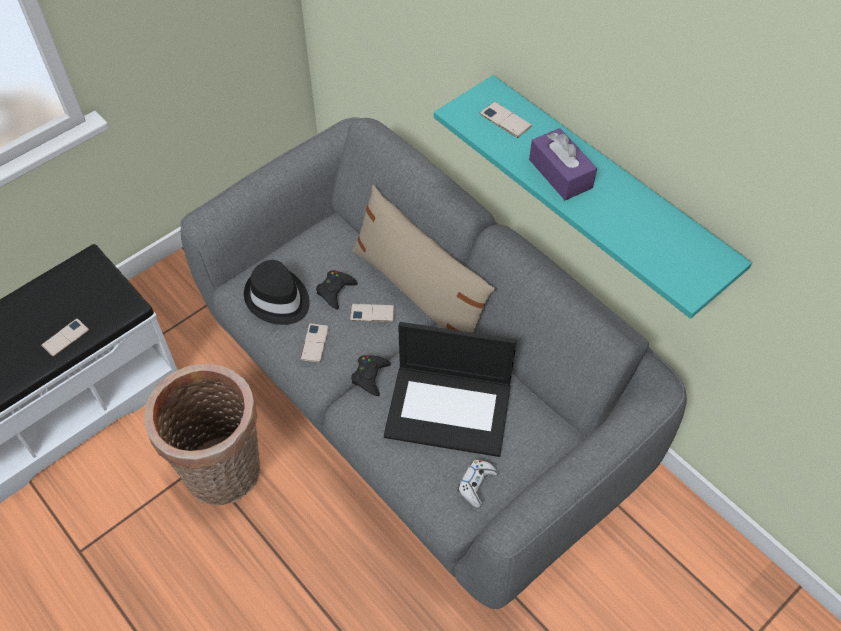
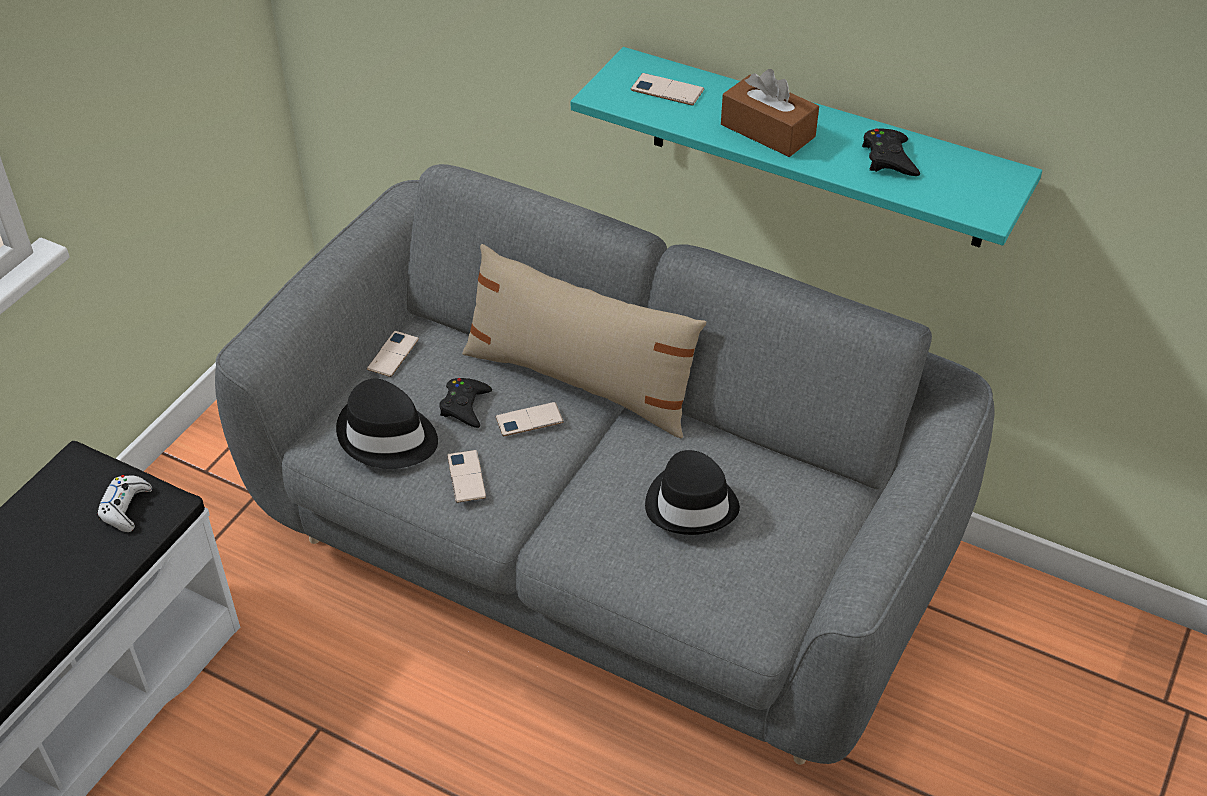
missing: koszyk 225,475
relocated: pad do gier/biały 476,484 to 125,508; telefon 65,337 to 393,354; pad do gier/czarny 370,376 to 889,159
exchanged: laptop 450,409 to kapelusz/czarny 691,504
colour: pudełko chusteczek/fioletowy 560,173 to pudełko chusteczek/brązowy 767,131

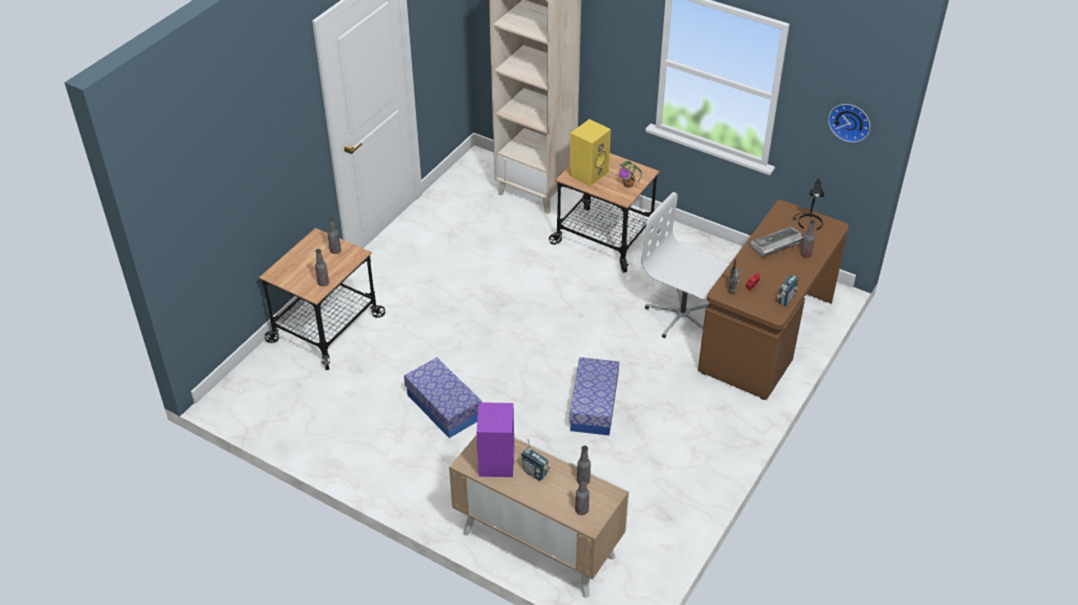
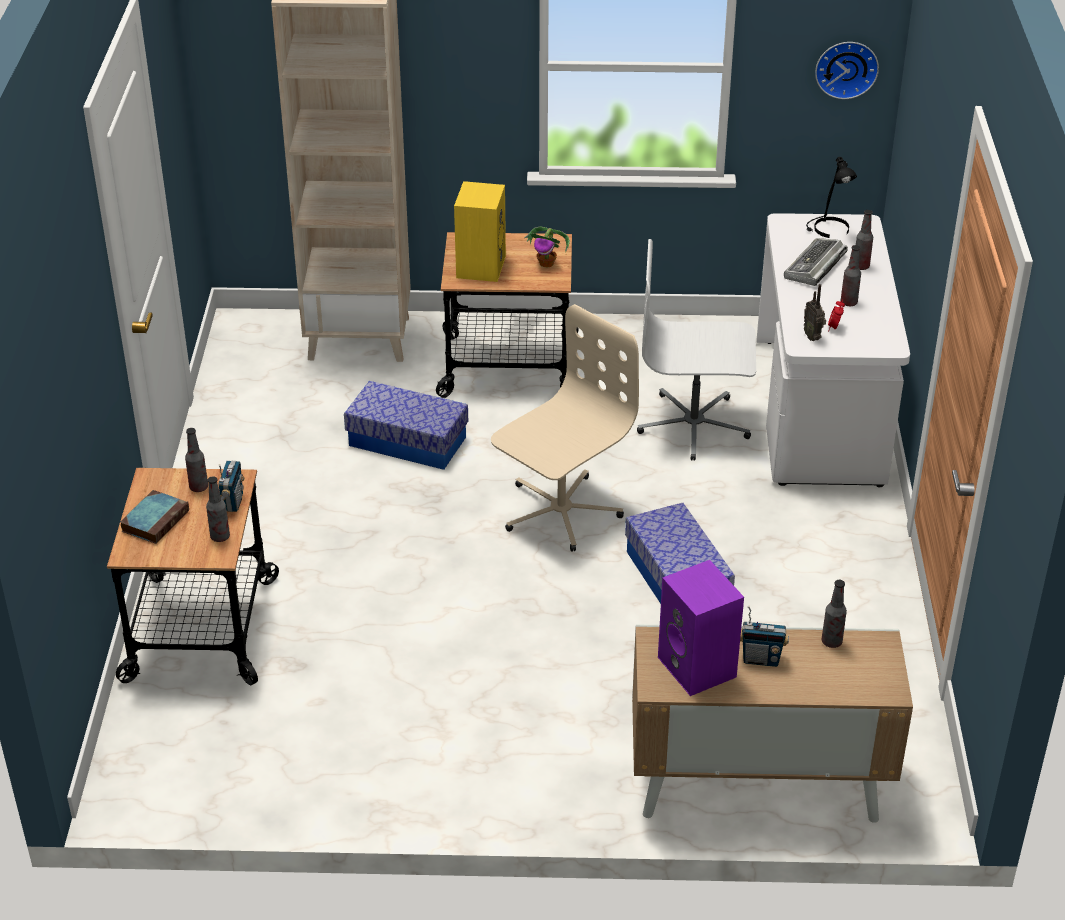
appeared: książka 155,520; krzesło biurowe/beżowy 560,511
relocated: radio 785,300 to 232,502; pojemnik do przechowywania 443,407 to 407,441; butelka 581,510 to 848,302
colour: biurko/brązowy 767,337 to biurko/biały 820,412

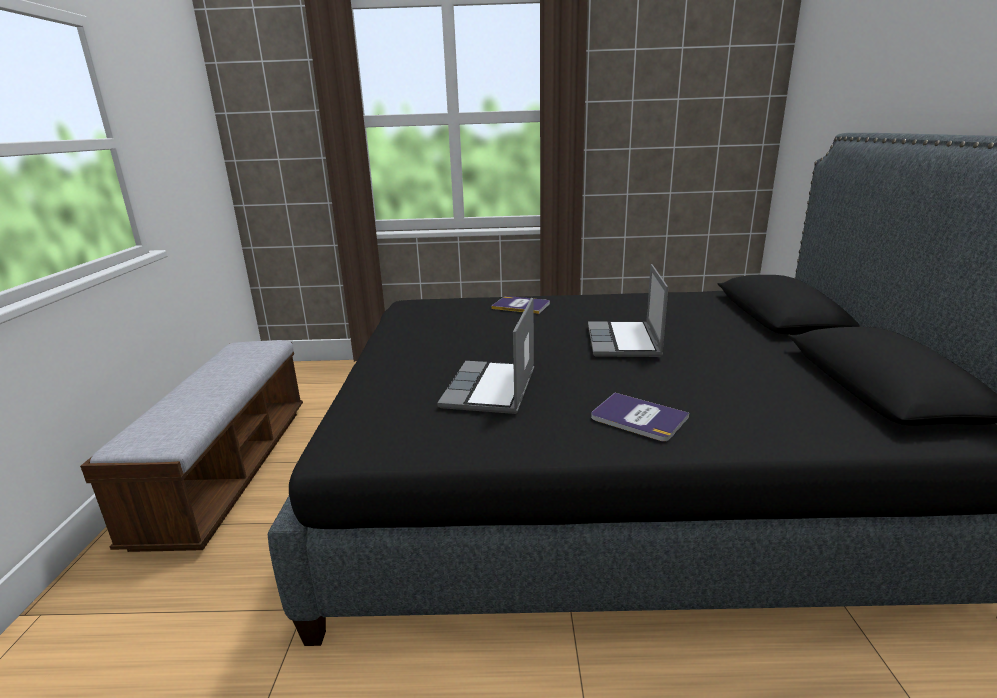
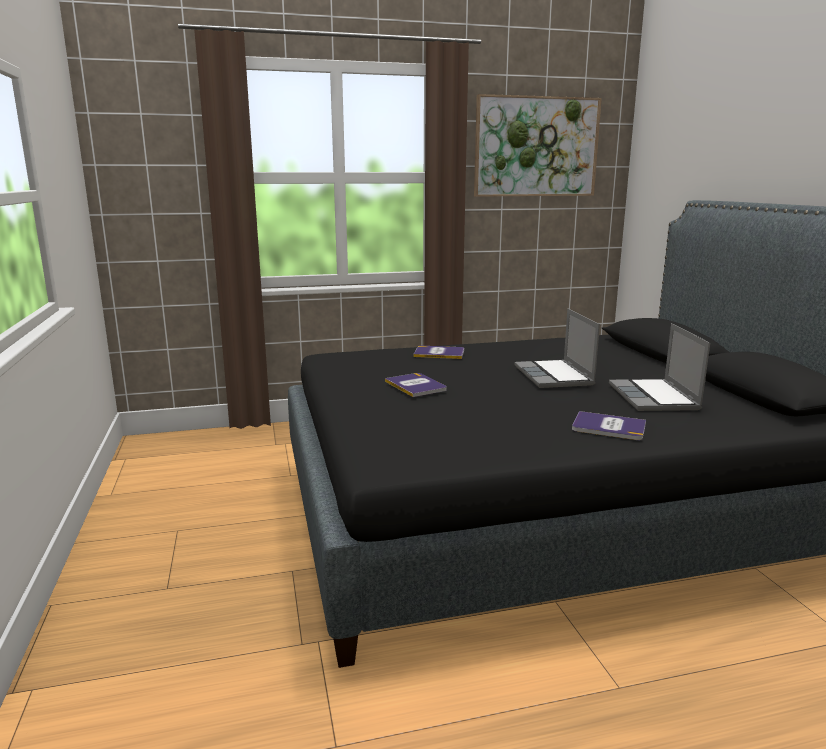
missing: ławka 229,470
appeared: książka 416,386; obraz 536,147
relocated: laptop 491,390 to 654,397

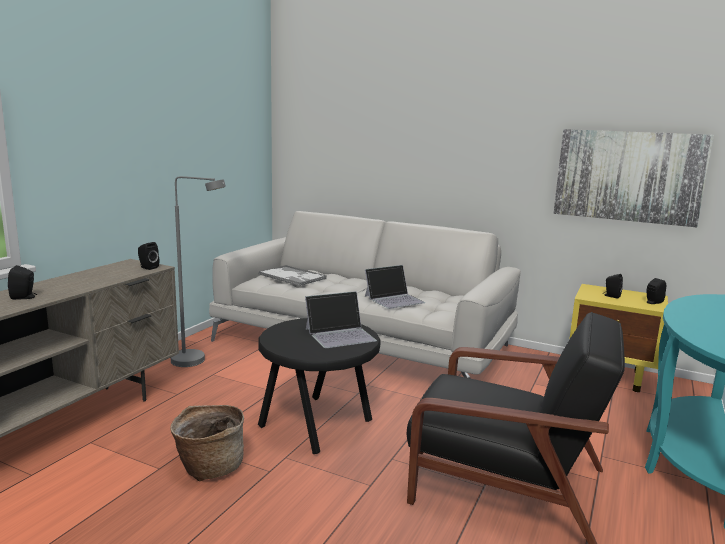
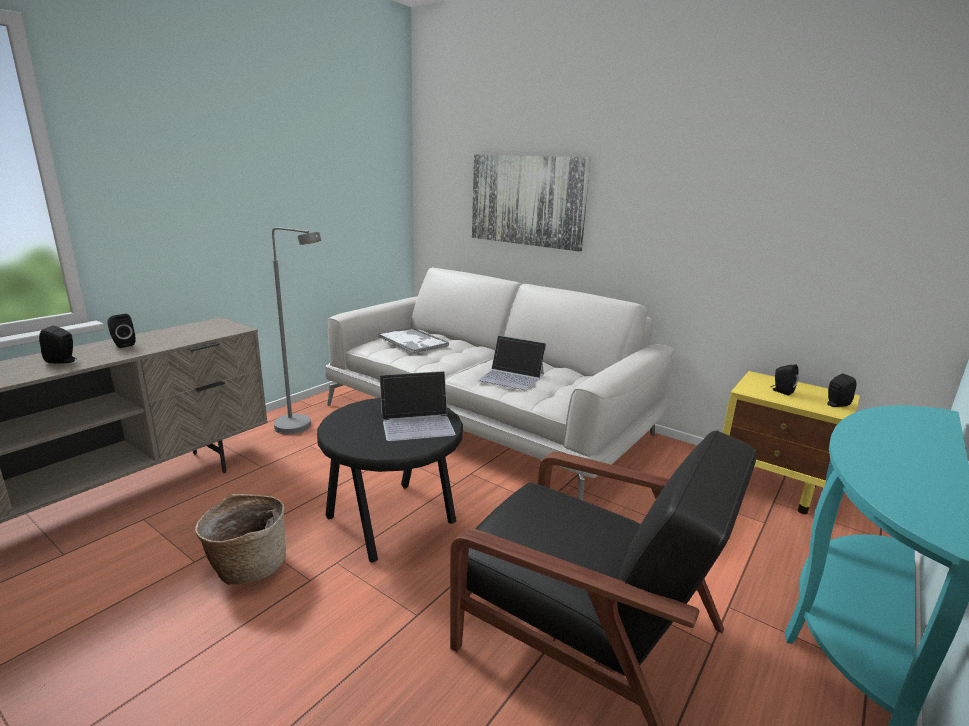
relocated: głośnik/czarny 147,267 to 122,344; obraz 628,176 to 527,200
spun: laptop 394,299 = 511,377 45 degrees clockwise

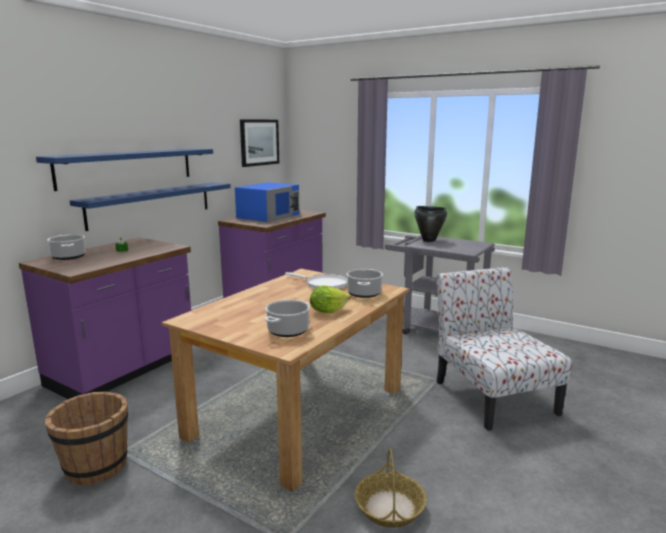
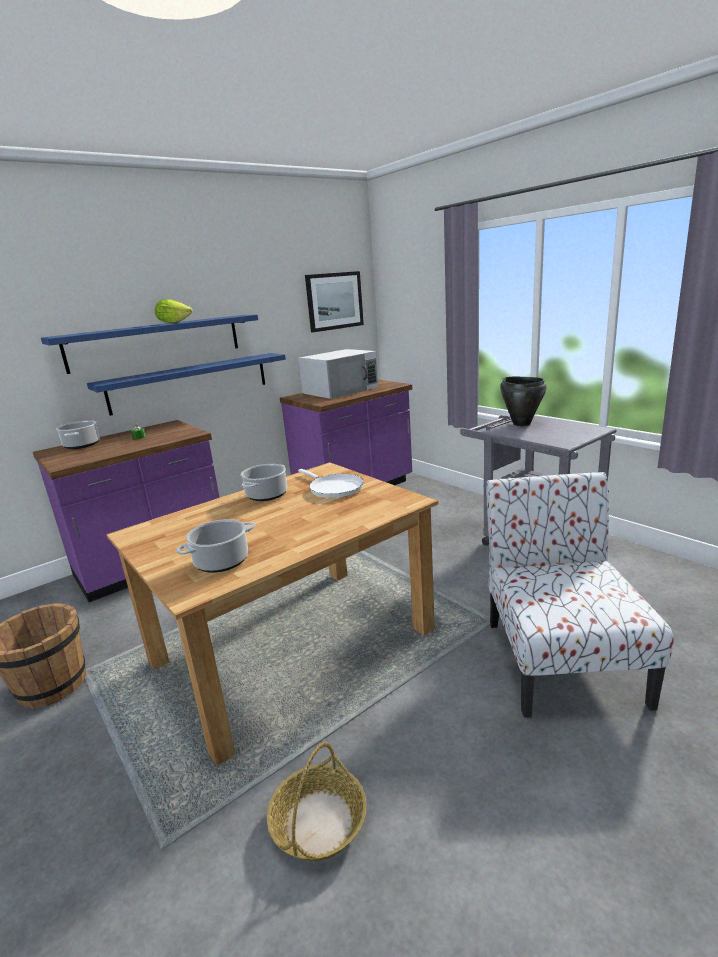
relocated: sałata 327,311 to 173,322; garnek 364,294 to 267,495
colour: mikrofalówka/niebieski 269,216 to mikrofalówka/biały 341,390

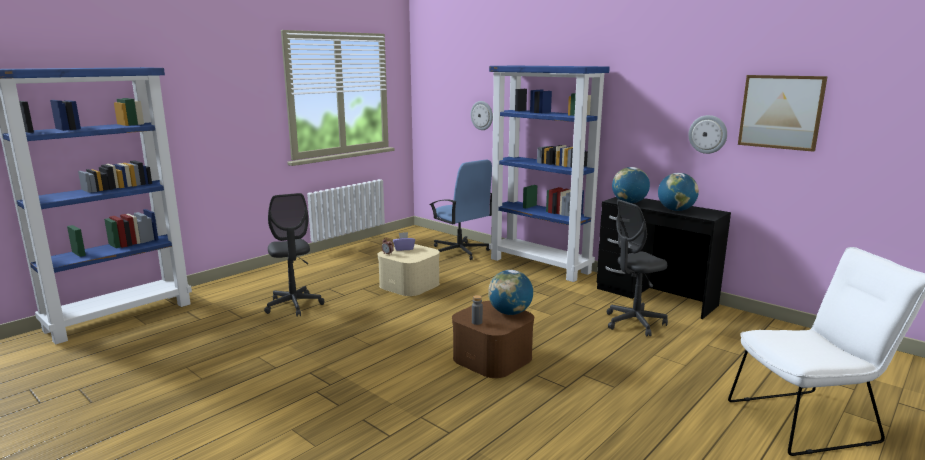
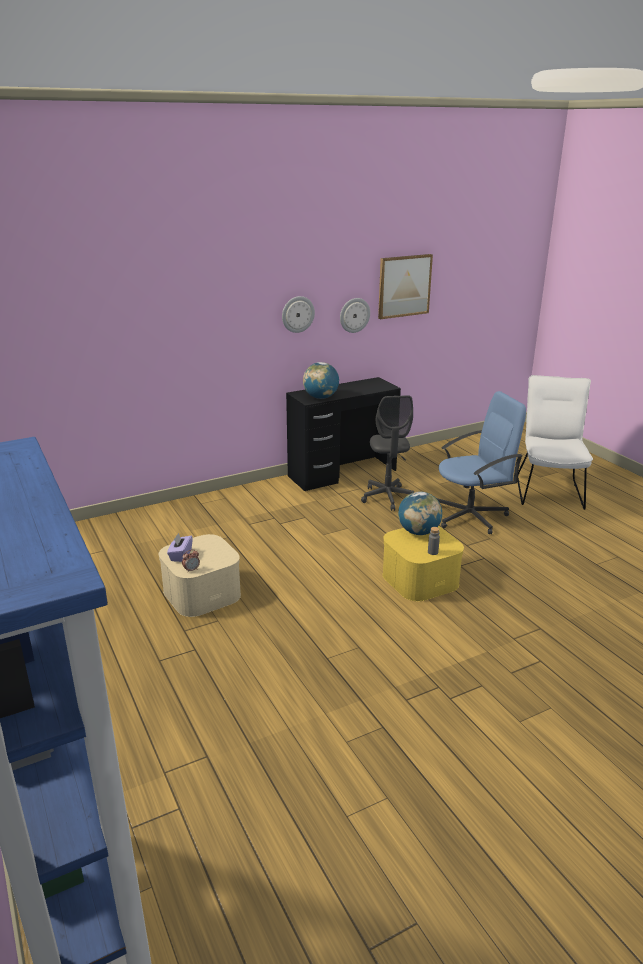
missing: krzesło biurowe/szary 294,305; regał/niebieski 540,265; globus 676,210
relocated: zegar ścienny 482,115 to 297,314; krzesło biurowe/niebieski 460,251 to 471,516
colour: pojemnik do przechowywania/brązowy 492,357 to pojemnik do przechowywania/żółty 420,579

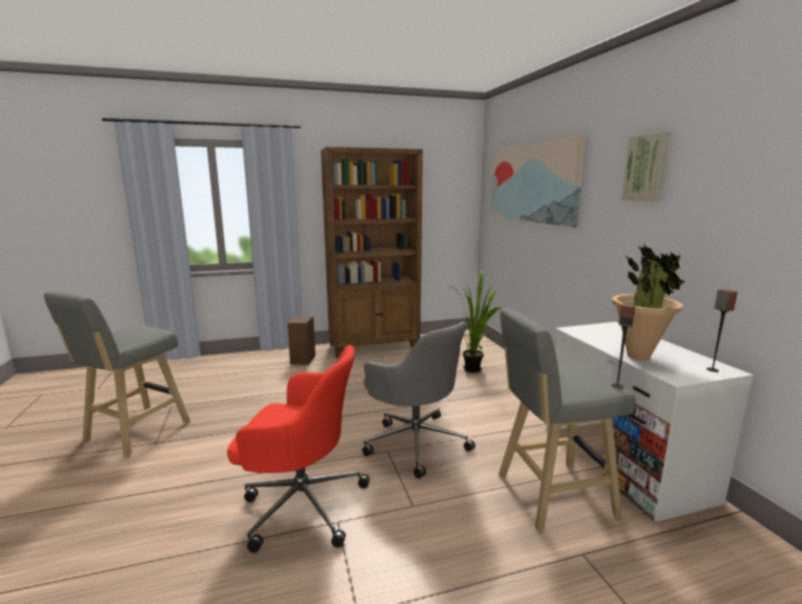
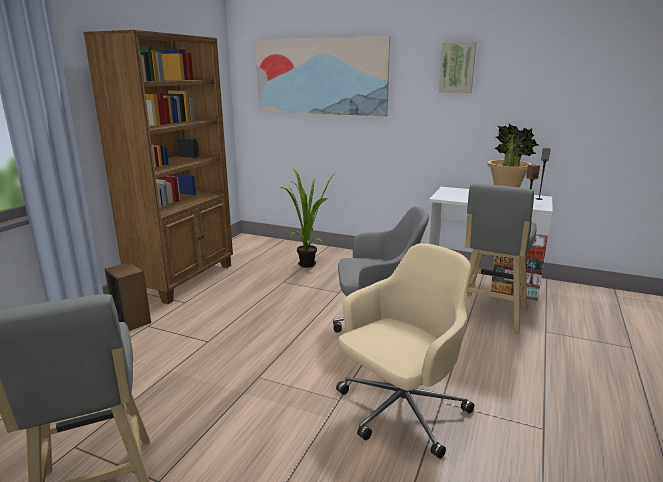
colour: krzesło biurowe/czerwony 301,504 to krzesło biurowe/beżowy 400,411

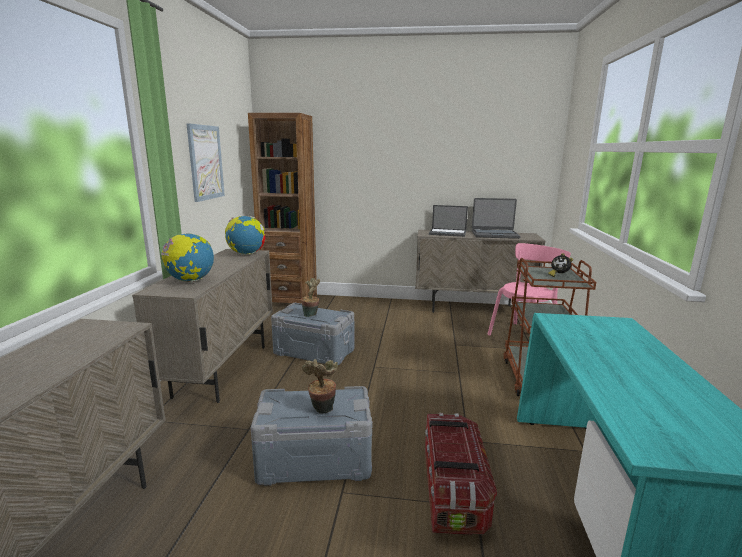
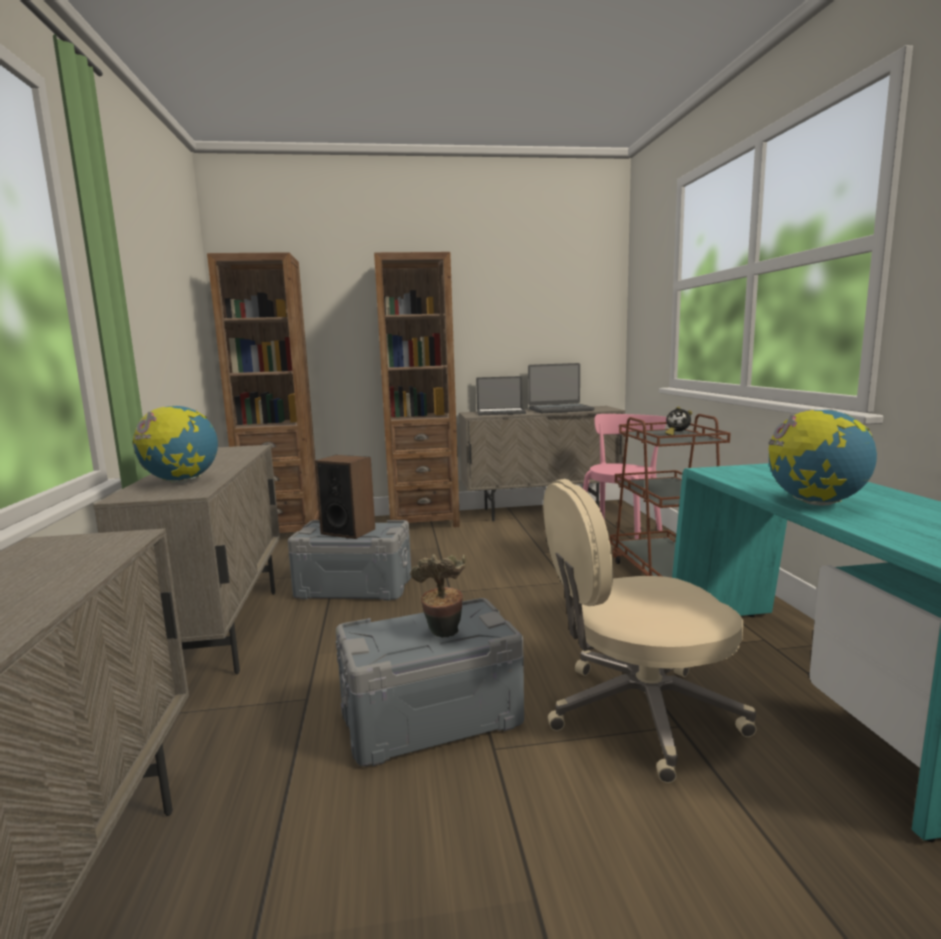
missing: obraz 205,162
appeared: regał/brązowy 423,521
relocated: globus 246,254 to 815,503
exchanged: roślina doniczkowa 311,315 to głośnik 348,531; pojemnik do przechowywania 453,490 to krzesło biurowe/beżowy 639,714

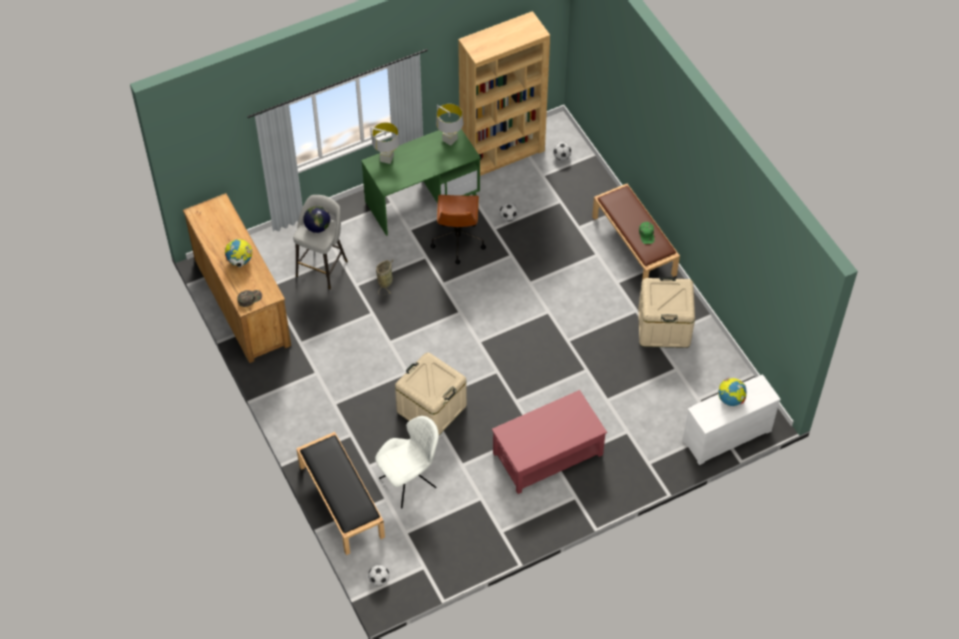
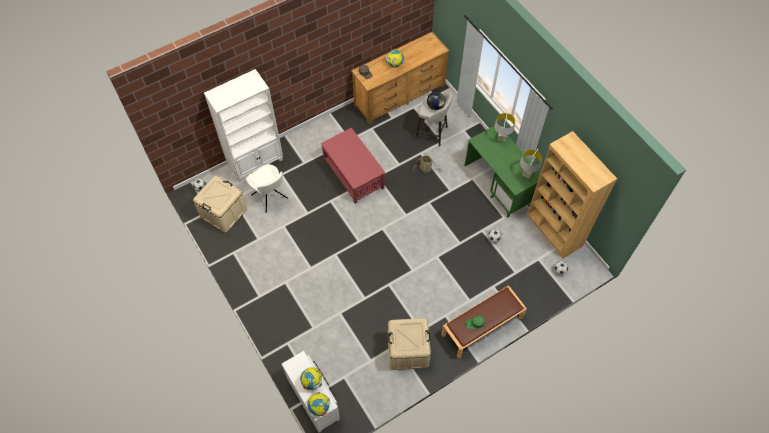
missing: krzesło biurowe/brązowy 458,241
appeared: globus 319,407
relocated: pojemnik do przechowywania/beżowy 431,408 to 223,213; ława/czerwony 547,454 to 353,173
exchanged: ławka/czarny 340,501 to regał/biały 256,162

